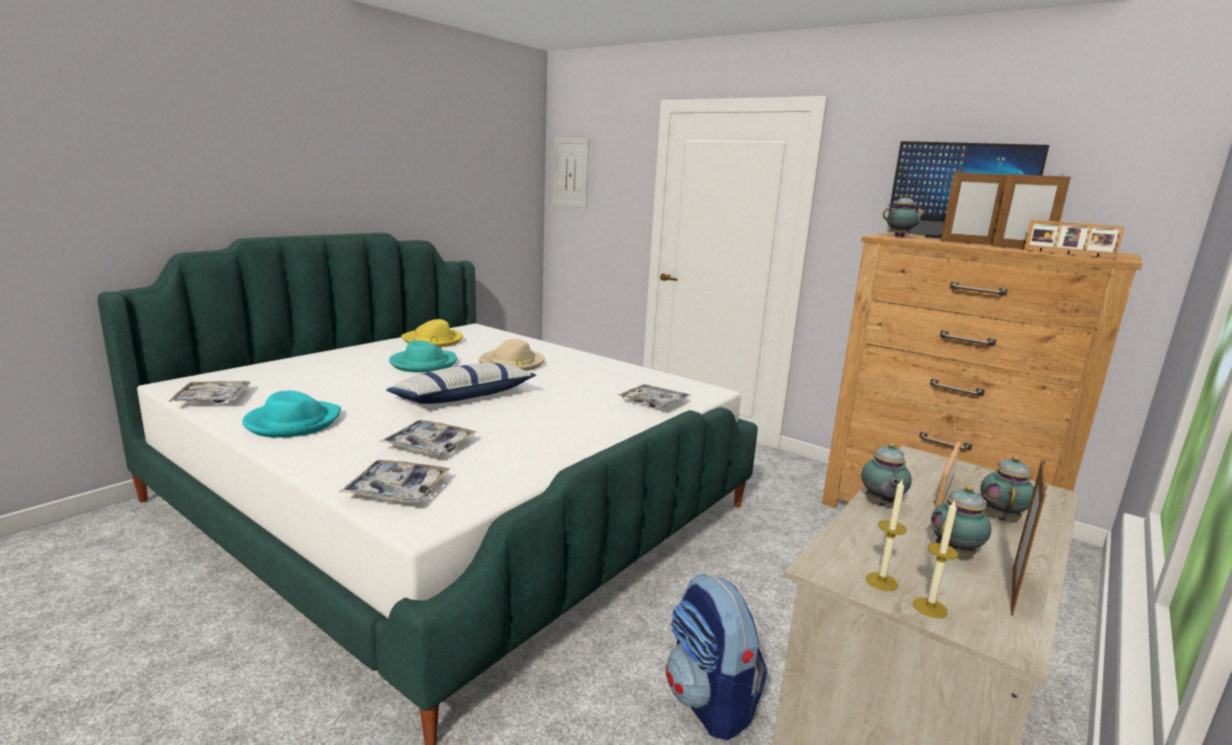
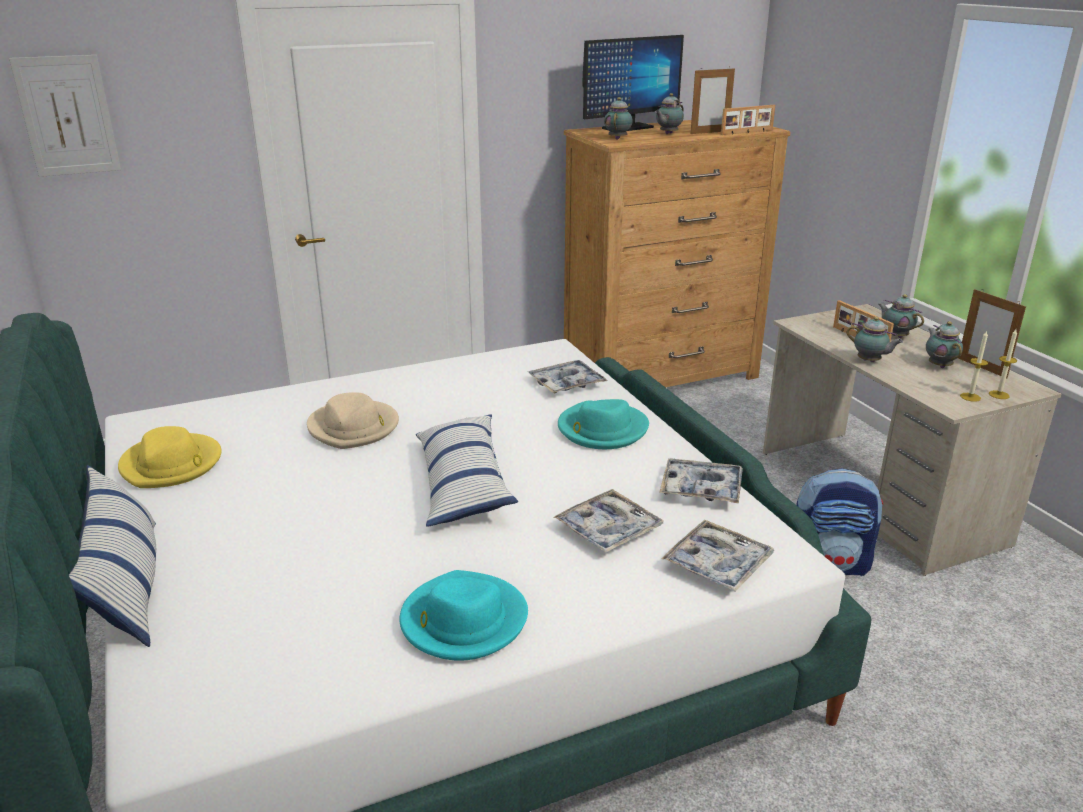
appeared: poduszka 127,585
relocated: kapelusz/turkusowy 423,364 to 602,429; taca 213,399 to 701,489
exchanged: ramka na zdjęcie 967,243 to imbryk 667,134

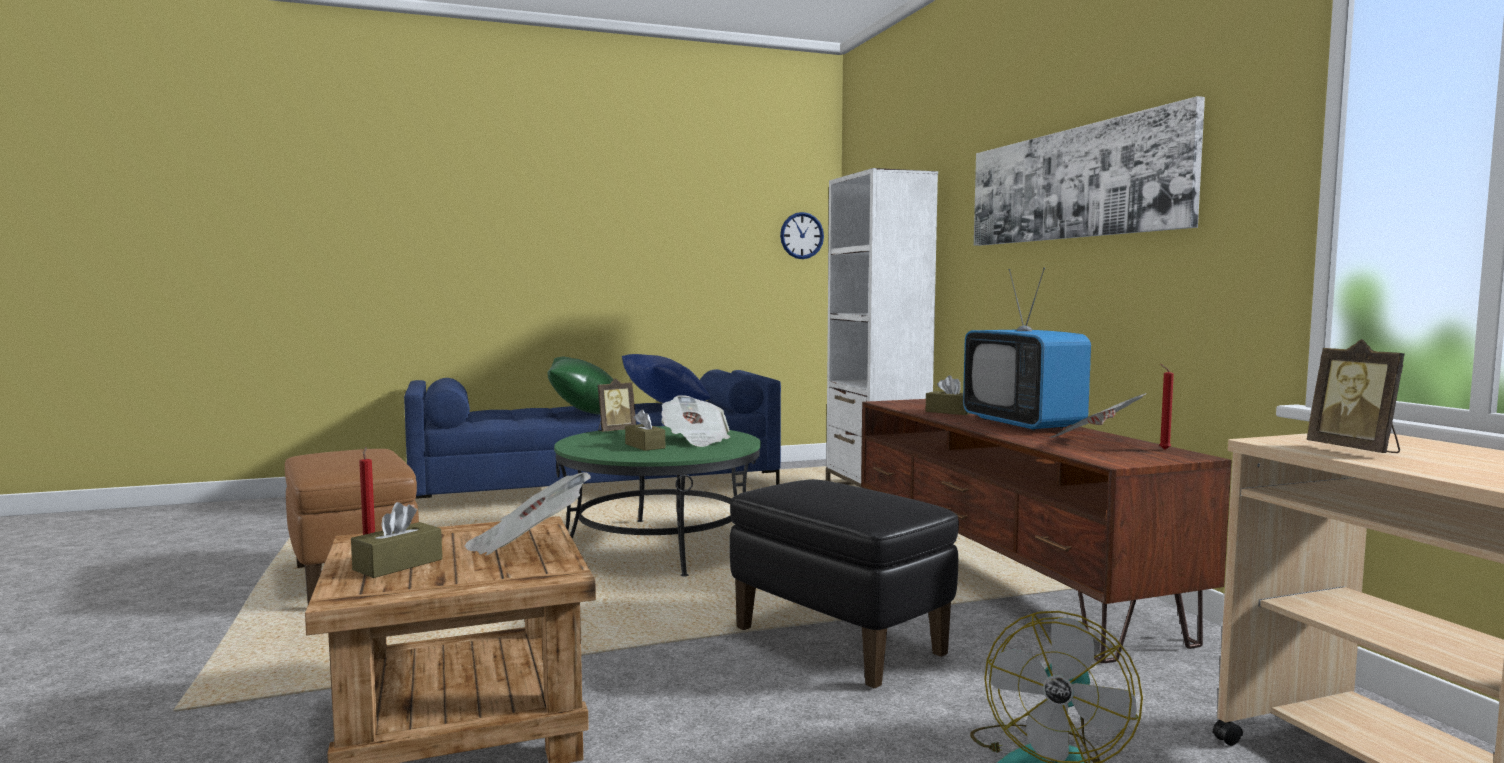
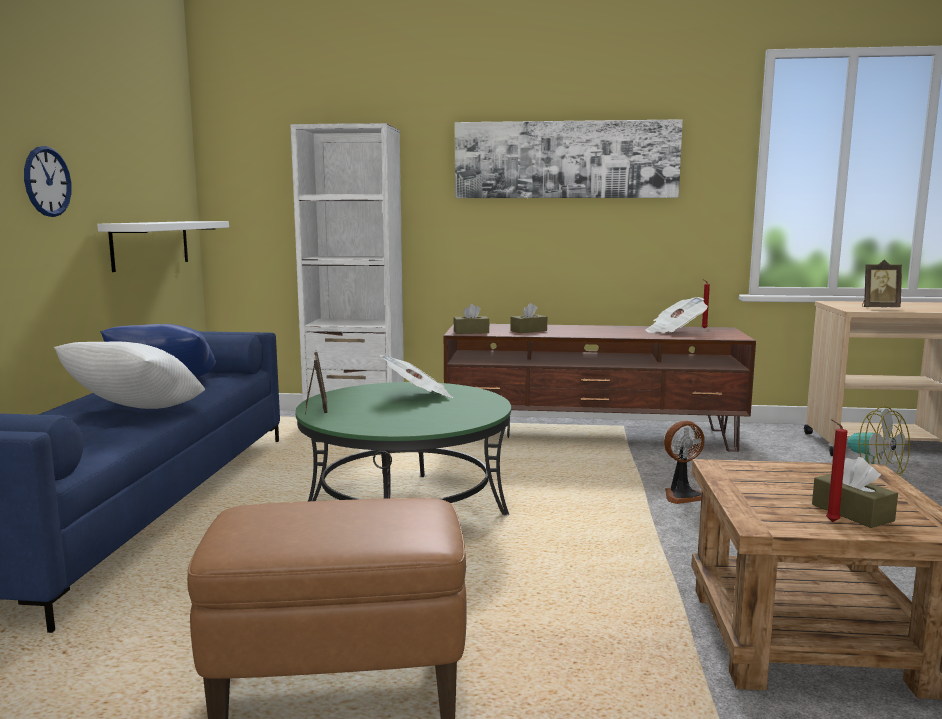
missing: gazeta 527,546; telewizor 1022,423
appeared: półka/biały 151,244
relocated: zegar ścienny 801,235 to 47,181; pudełko chusteczek/brązowy 645,446 to 471,332
exchanged: pufa/czarny 839,642 to wentylator 682,495
colour: poduszka/zielony 585,414 to poduszka/biały 136,413

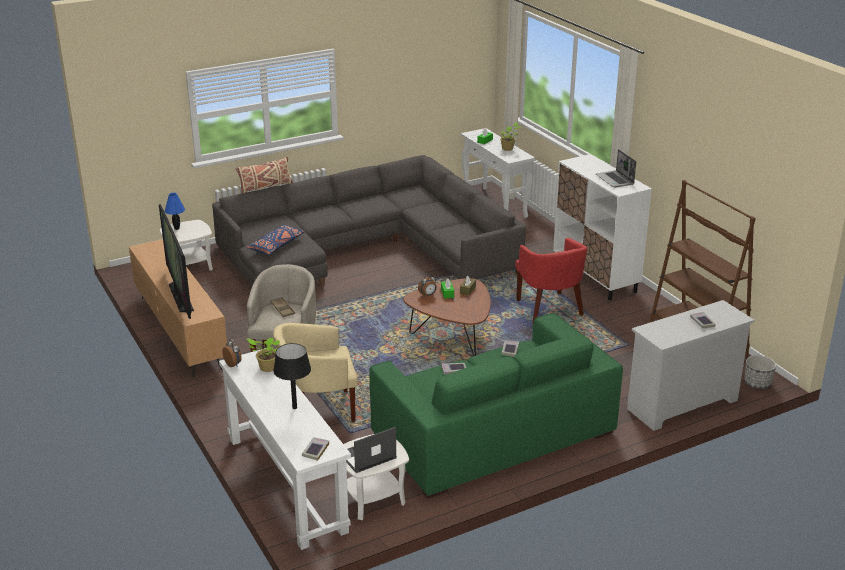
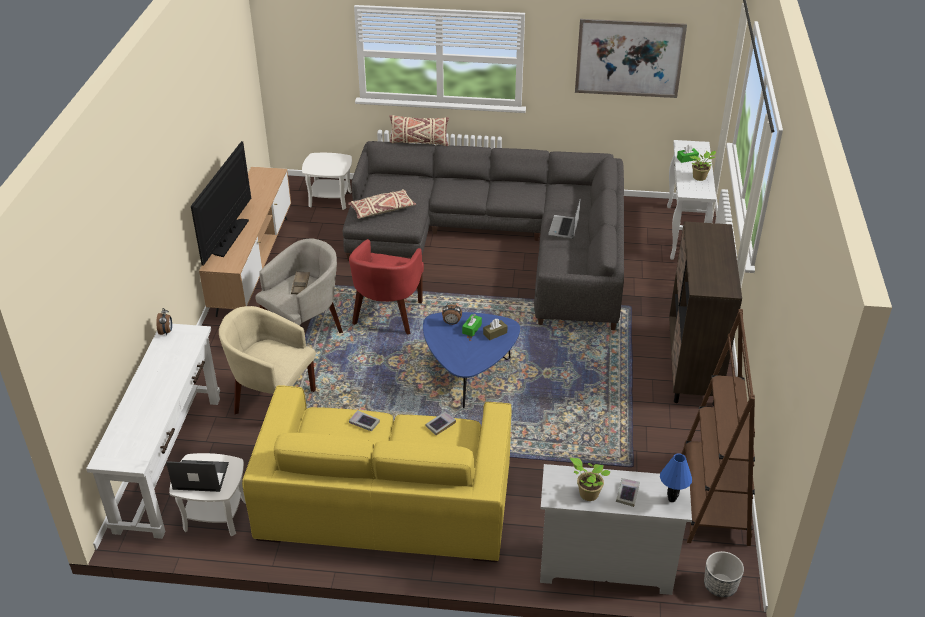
missing: lampa stołowa/czarny 295,407; książka 315,450
appeared: obraz 629,58
relocated: fotel/czerwony 549,309 to 388,315; laptop 615,180 to 564,228; roślina doniczkowa 266,368 to 587,494; lampa stołowa/niebieski 177,228 to 672,499
colour: kanapa/zielony 492,434 to kanapa/żółty 385,502; poduszka/niebieski 276,246 to poduszka/beżowy 382,210; ława/brązowy 452,337 to ława/niebieski 469,374; szafka/biały 595,277 to szafka/brązowy 692,366

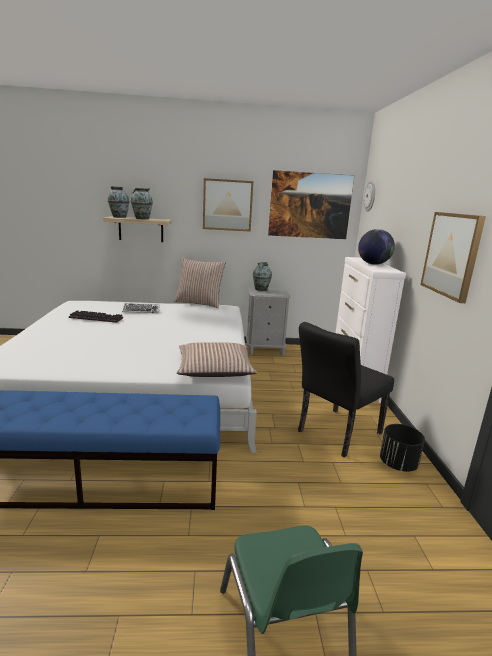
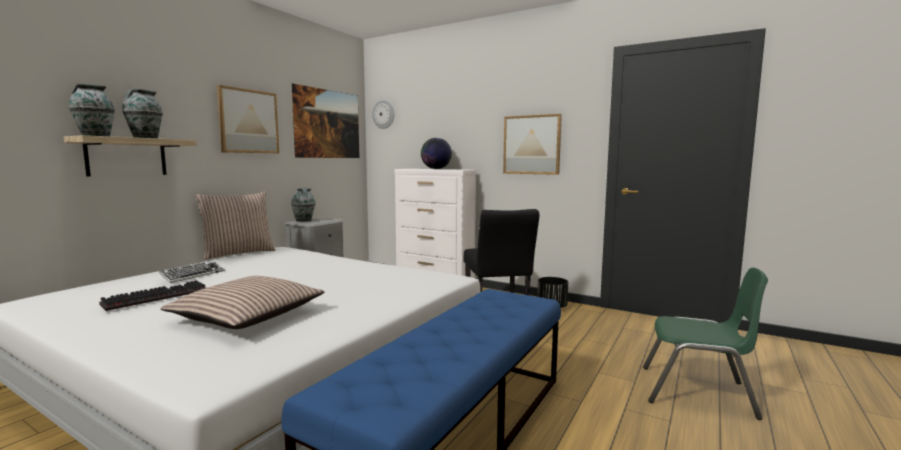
relocated: poduszka 214,369 to 247,316

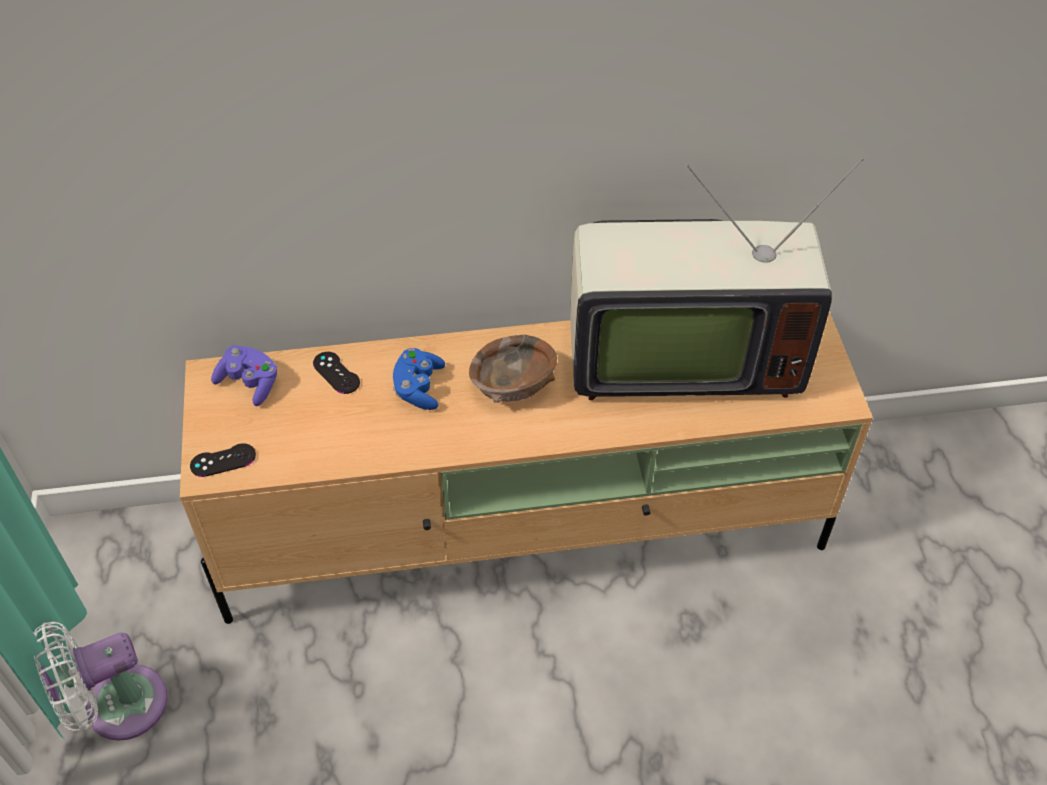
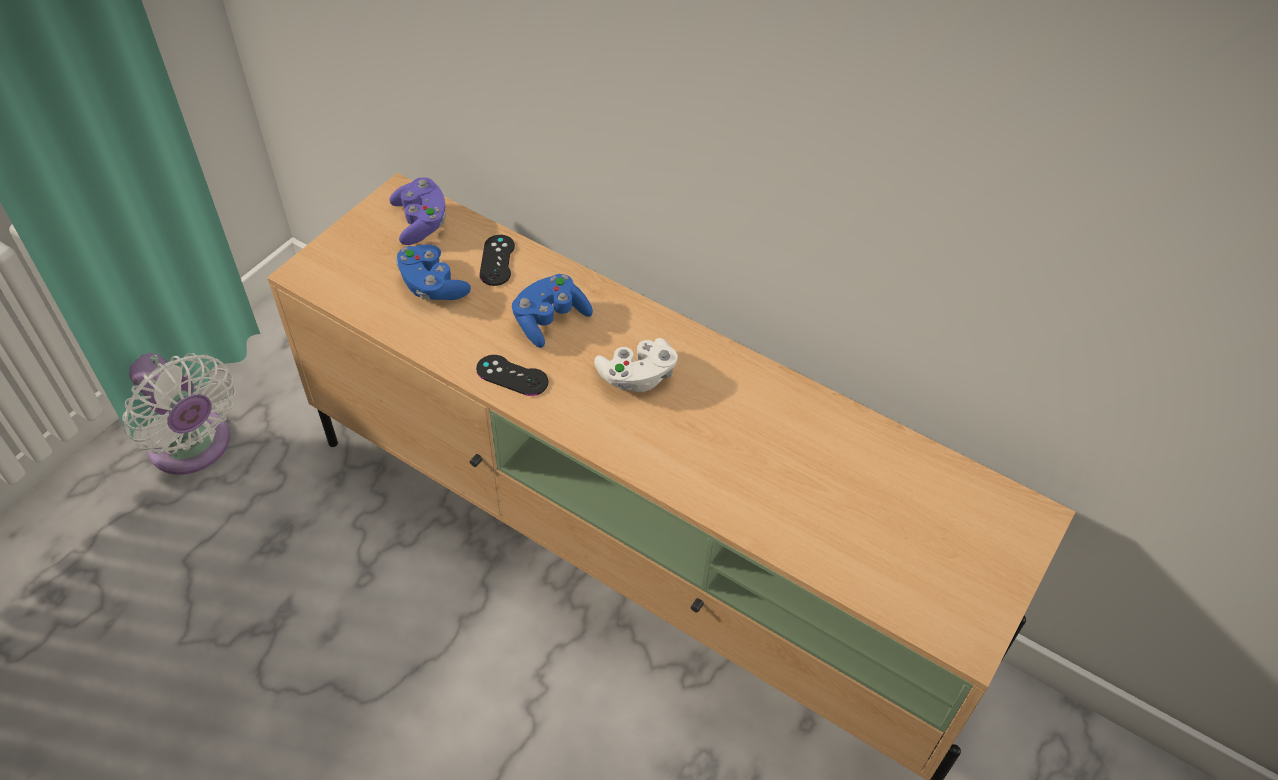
missing: telewizor 678,356
appeared: pad do gier/niebieski 432,286
relocated: pad do gier/czarny 223,460 to 512,375
exchanged: miska/brązowy 514,385 to pad do gier/biały 637,376
spun: wentylator/biały 117,706 = 194,448 150 degrees counterclockwise

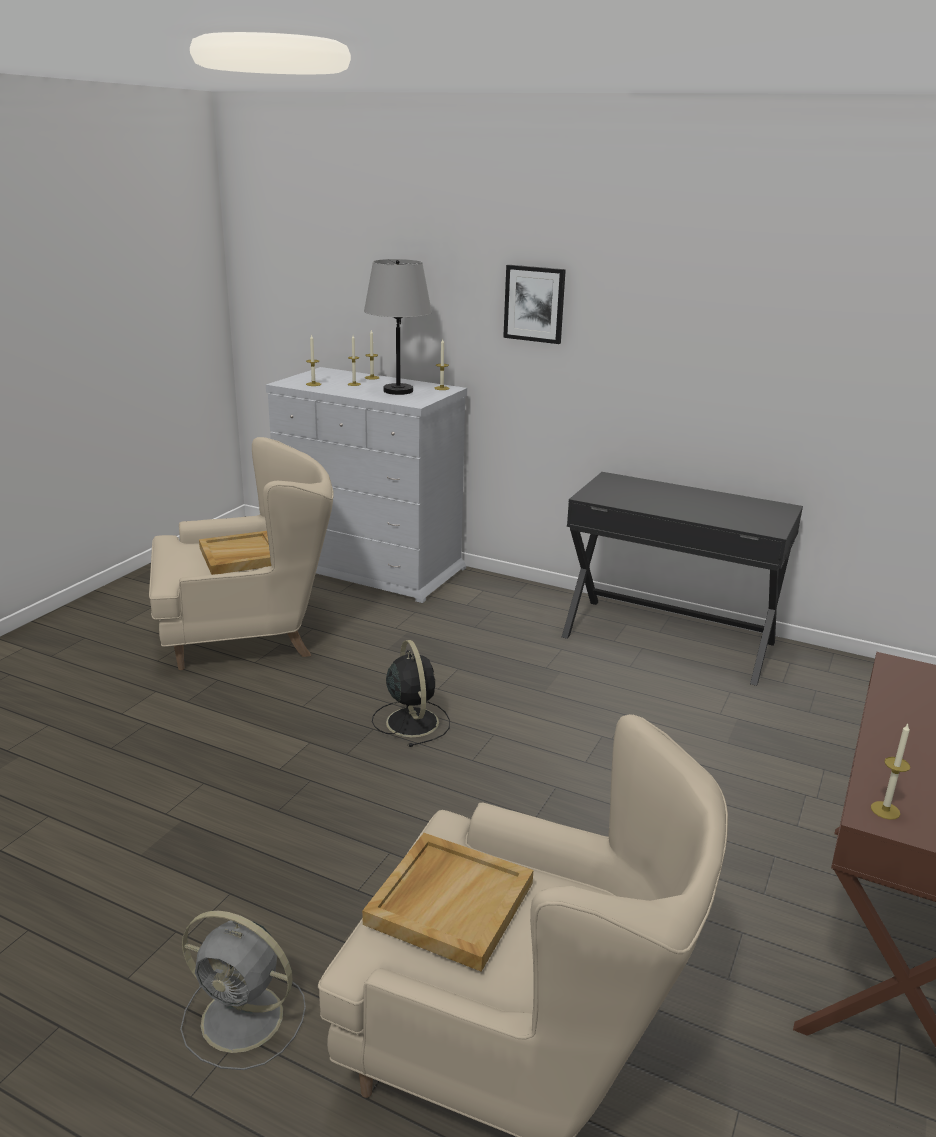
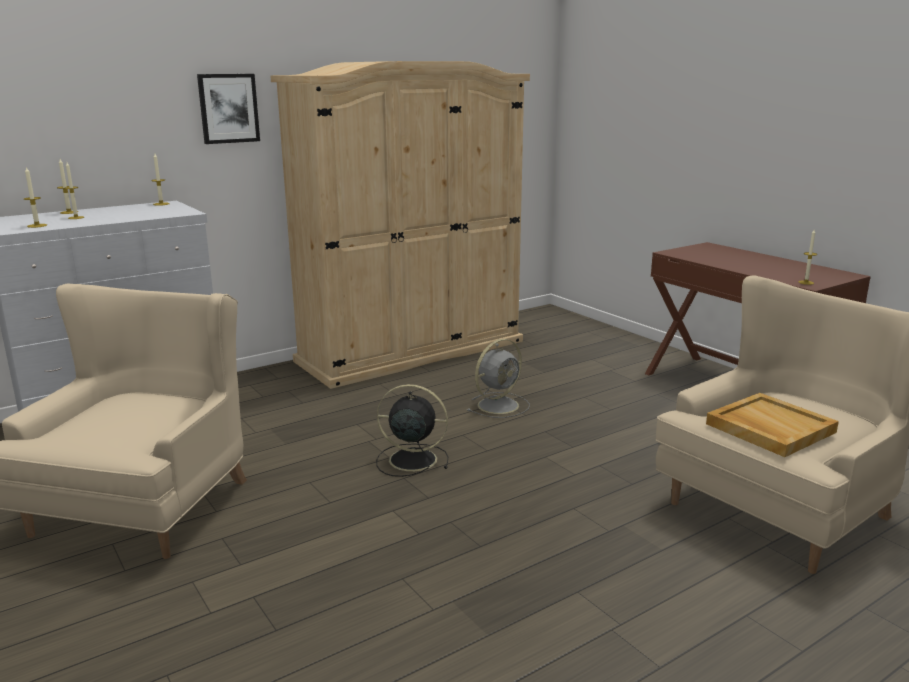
missing: taca/beżowy 240,556; lampa stołowa/szary 398,391
relocated: wentylator/szary 245,1019 to 499,405
exchanged: biurko/czarny 668,639 to szafa/beżowy 411,351

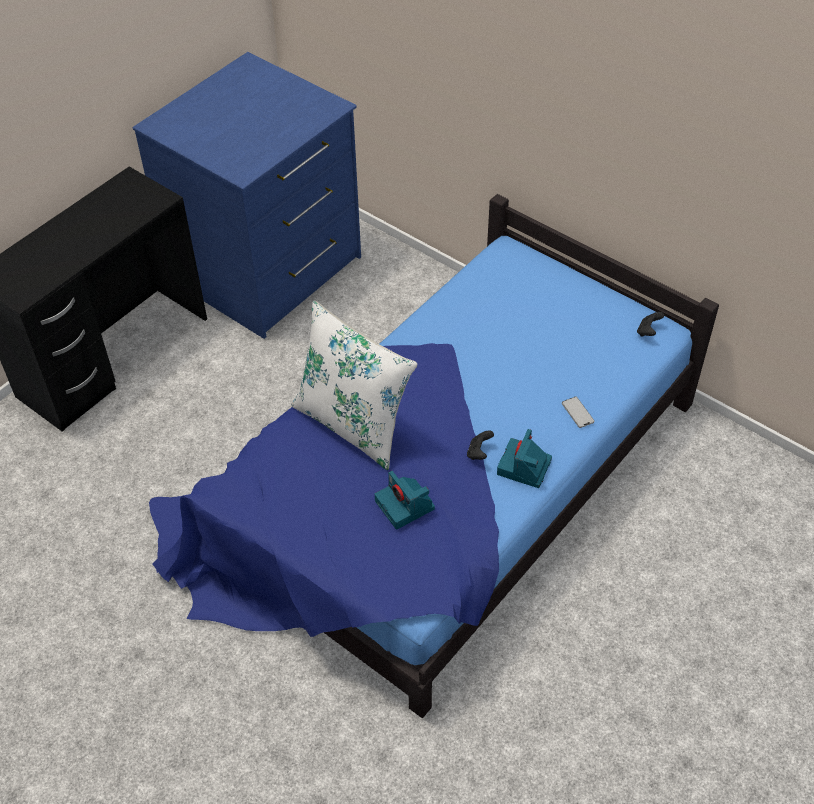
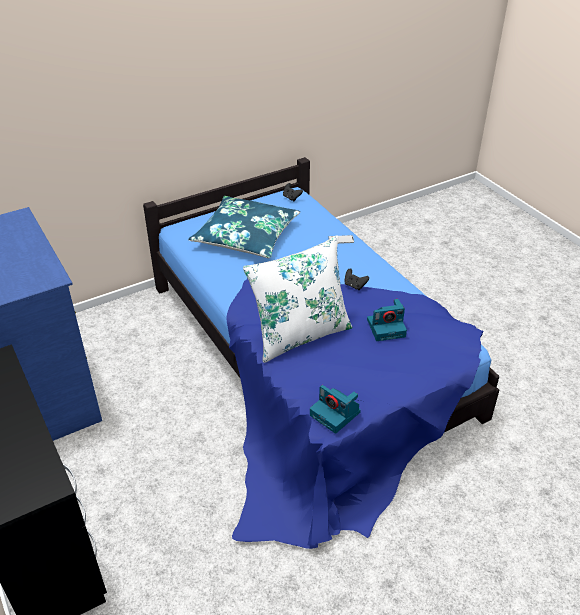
appeared: poduszka/niebieski 246,236
relocated: aparat fotograficzny 524,467 to 336,414

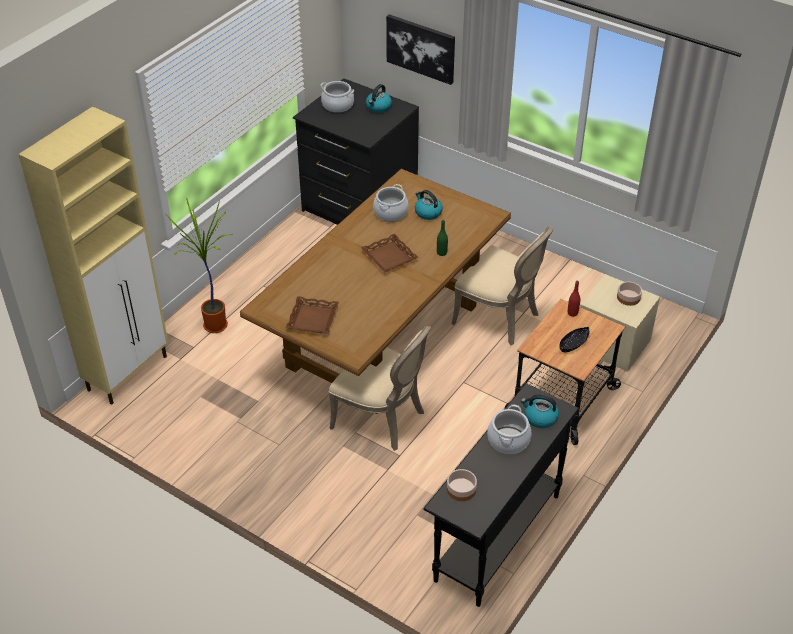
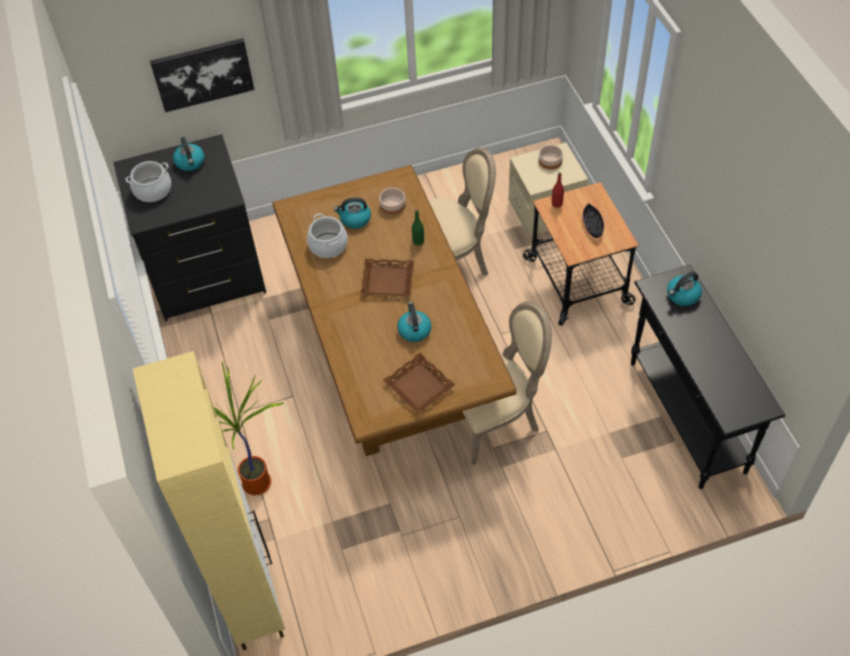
missing: garnek 508,440
appeared: czajnik 414,330
relocated: miska 461,489 to 392,205

